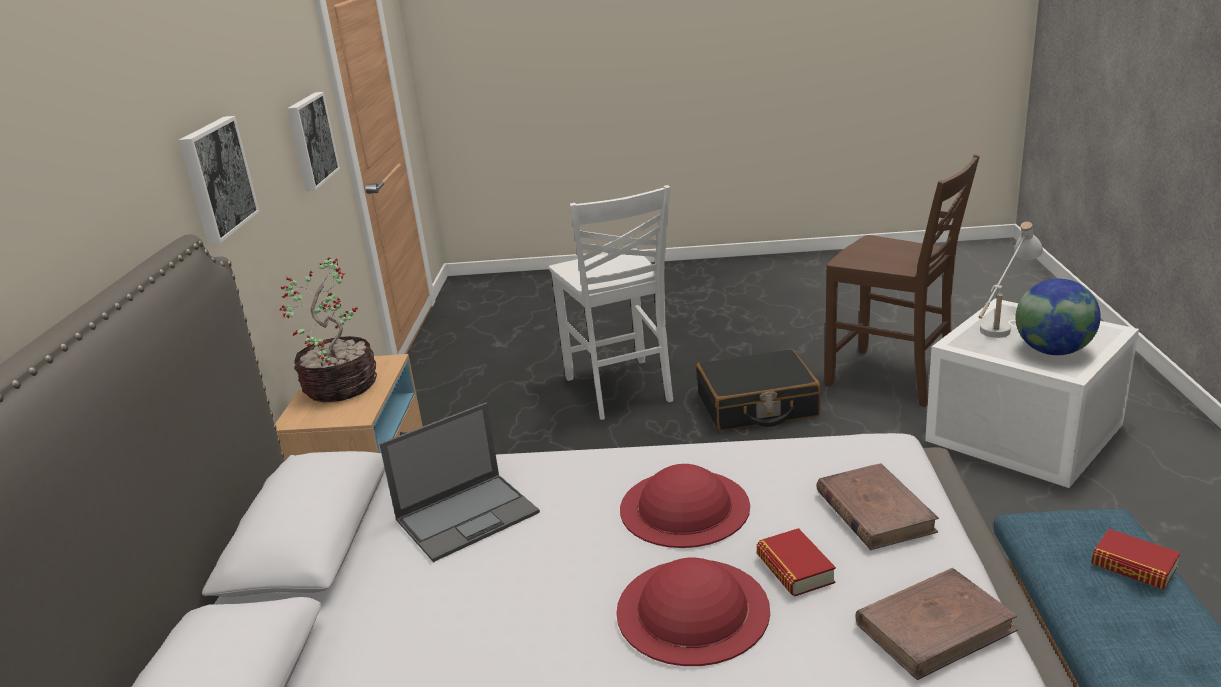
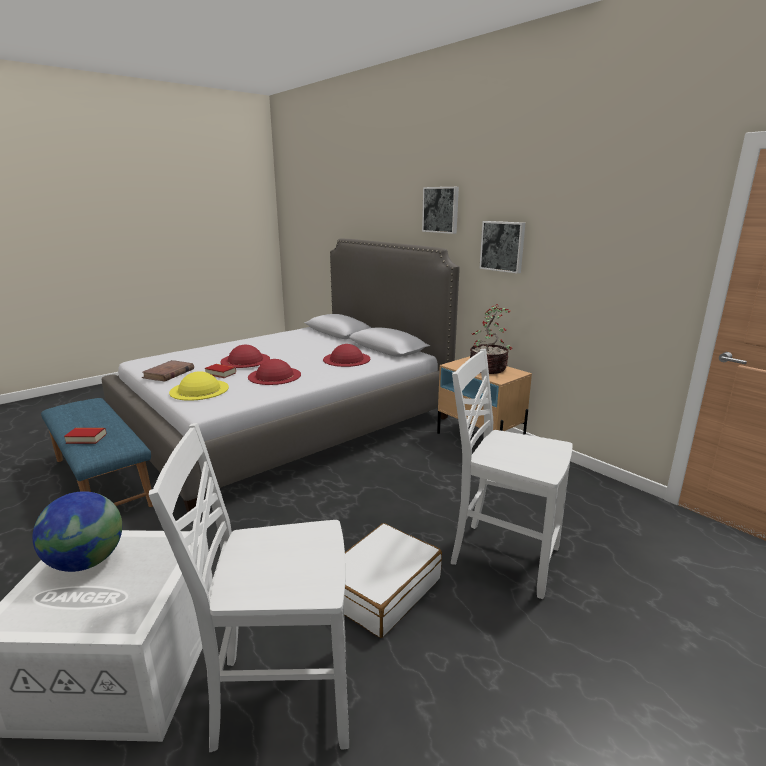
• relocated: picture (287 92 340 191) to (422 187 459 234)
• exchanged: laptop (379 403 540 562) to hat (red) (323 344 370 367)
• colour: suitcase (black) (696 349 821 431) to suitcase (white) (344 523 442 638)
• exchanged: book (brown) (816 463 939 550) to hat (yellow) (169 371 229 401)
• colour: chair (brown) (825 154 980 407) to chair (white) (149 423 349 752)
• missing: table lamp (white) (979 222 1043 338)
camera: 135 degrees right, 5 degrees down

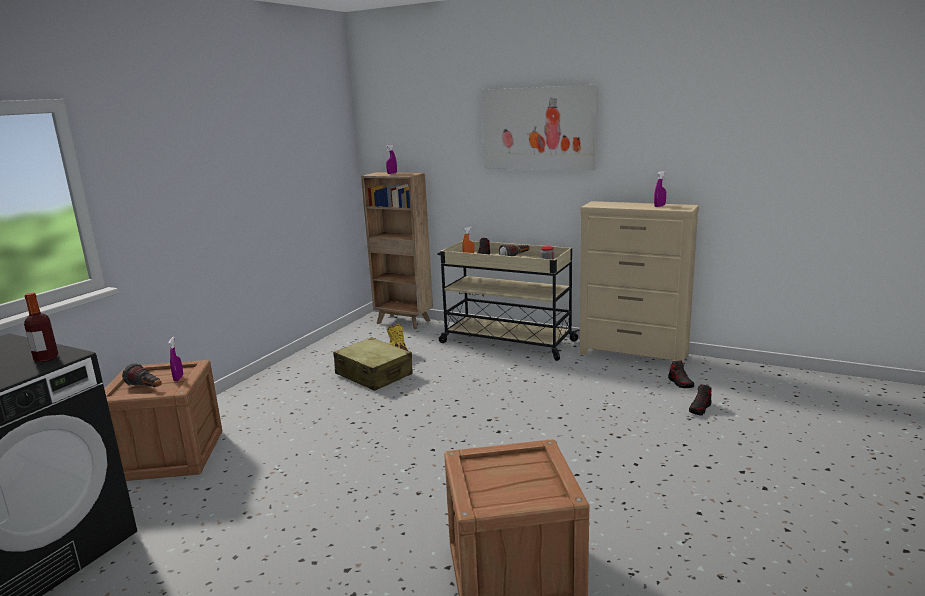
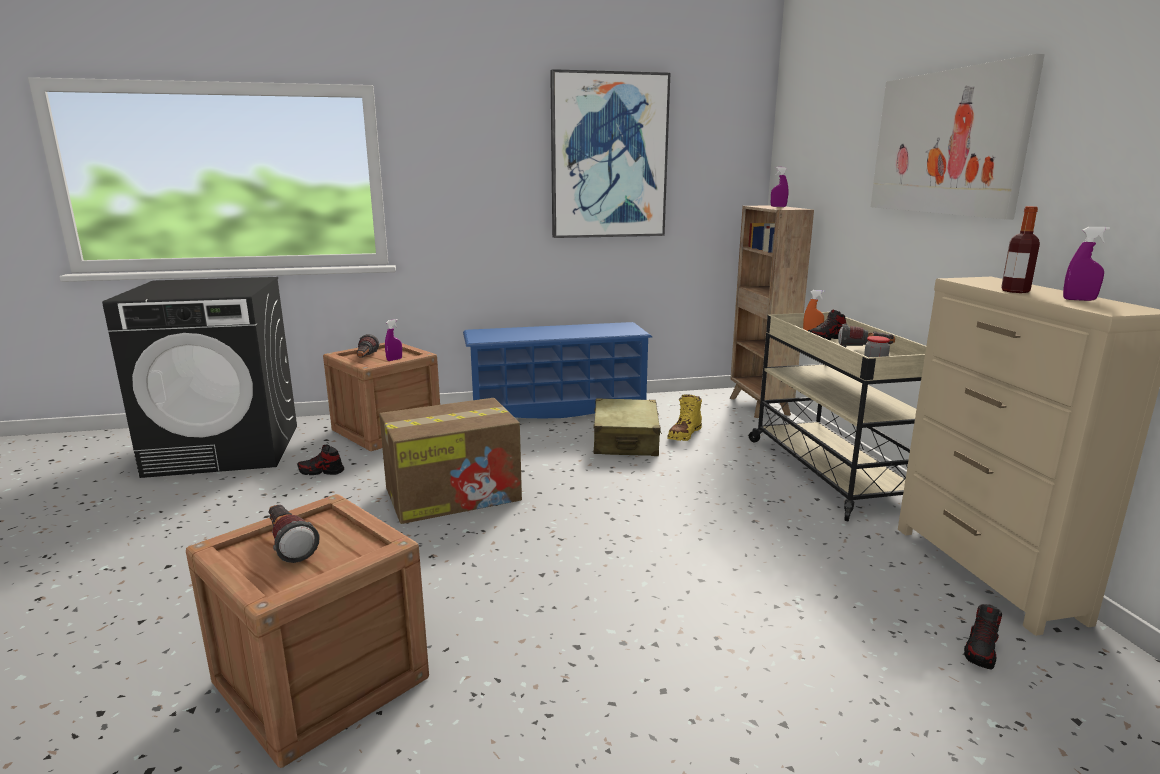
• relocated: bottle (24 293 58 362) to (1001 206 1040 293)
• relocated: shoe (689 384 712 415) to (297 445 344 475)
• appeared: flashlight (268 505 319 563)
• appeared: cardboard box (379 398 522 524)
• appeared: shoe rack (blue) (463 322 652 418)
• appeared: picture (550 69 670 238)
camera: 50 degrees right, 0 degrees up

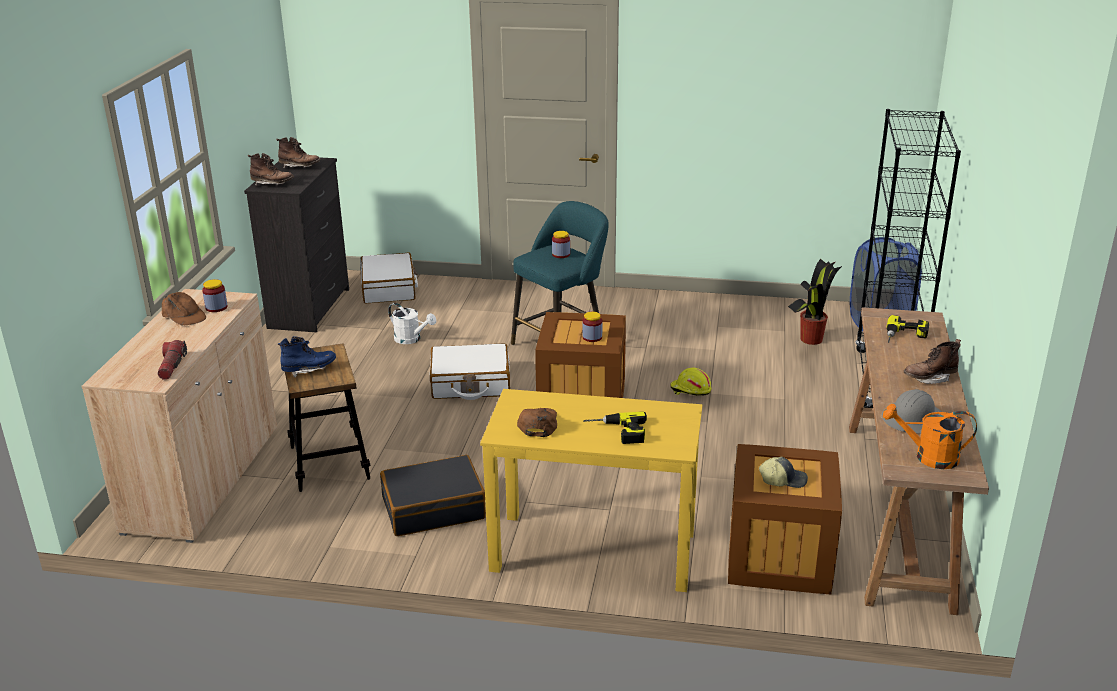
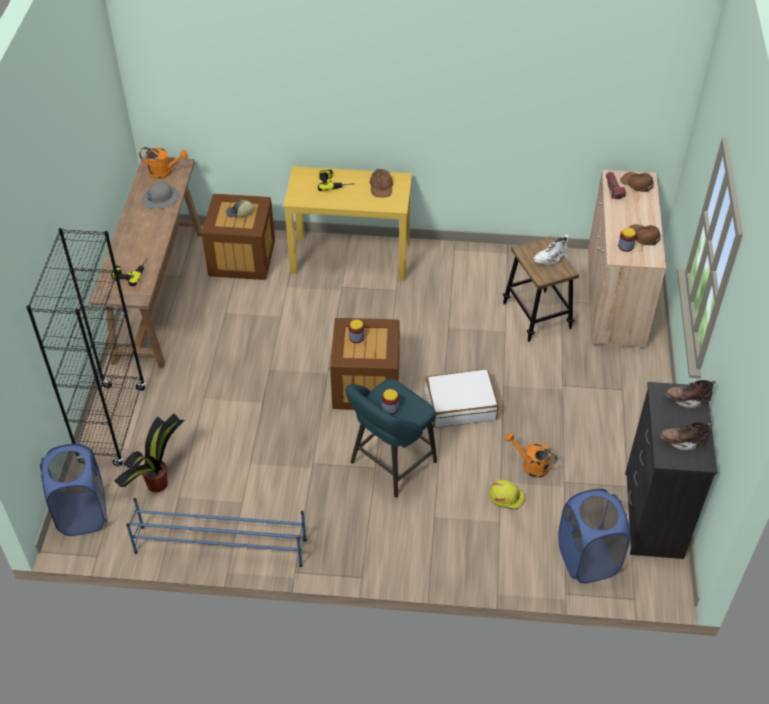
• colour: boot (blue) (278 336 336 378) to boot (white) (533 234 568 265)
• exchanged: suitcase (white) (361 253 418 303) to laundry basket (blue) (558 489 630 583)
• missing: suitcase (black) (380 455 486 536)
• colour: watering can (white) (388 303 436 344) to watering can (orange) (505 432 557 478)
• relocated: hard hat (yellow) (670 368 711 396) to (489 479 525 510)
• missing: boot (brown) (904 339 961 384)
• appeared: shoe rack (blue) (126 498 307 567)
• appeared: cap (brown) (620 172 654 192)
camera: 175 degrees right, 20 degrees up

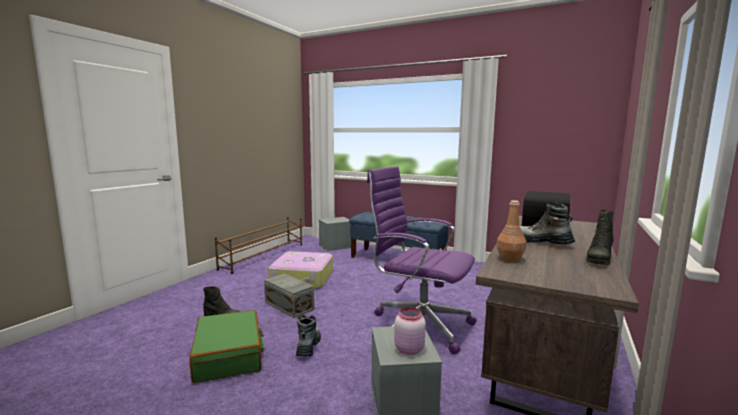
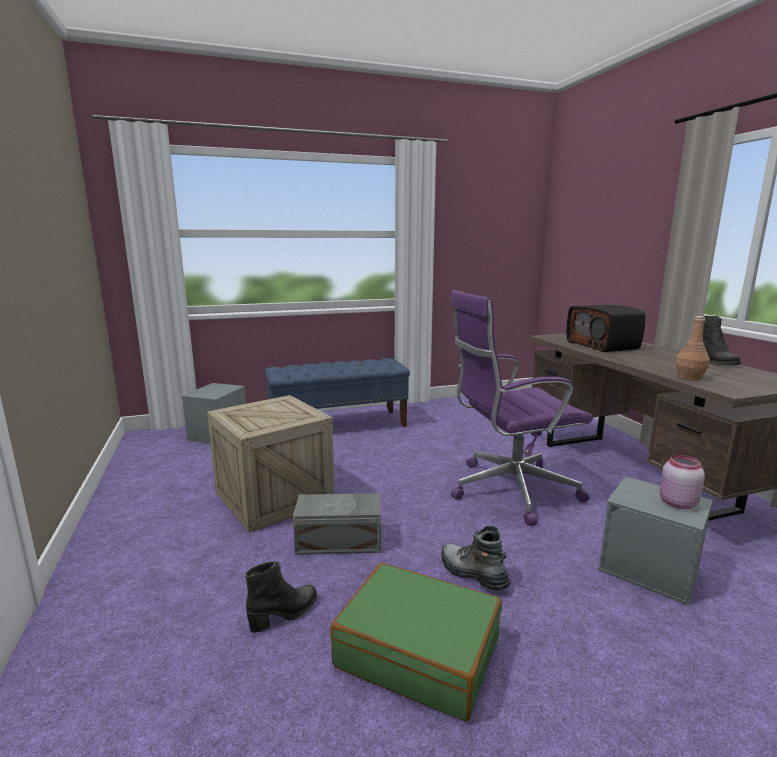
• missing: shoe rack (brown) (215 217 302 274)
• exchanged: suitcase (268 251 333 289) to crate (207 395 335 532)
• missing: boot (520 203 575 245)
camera: 45 degrees left, 5 degrees up

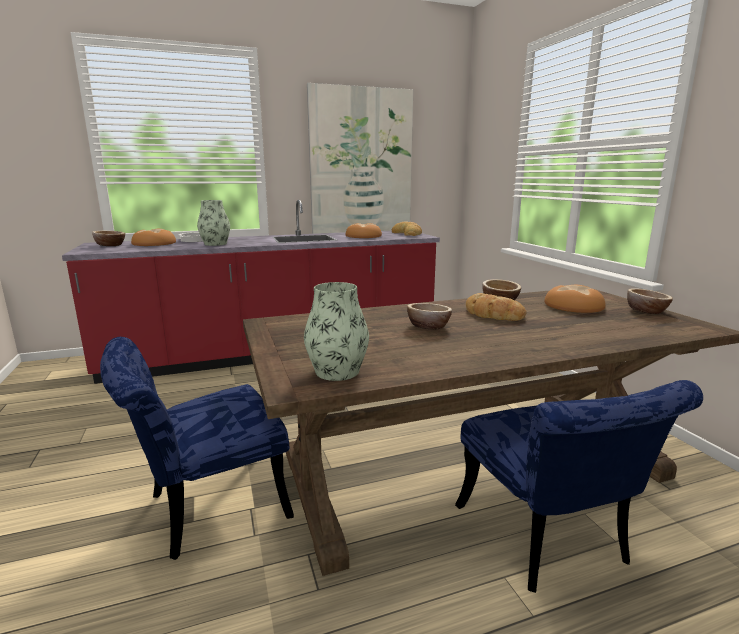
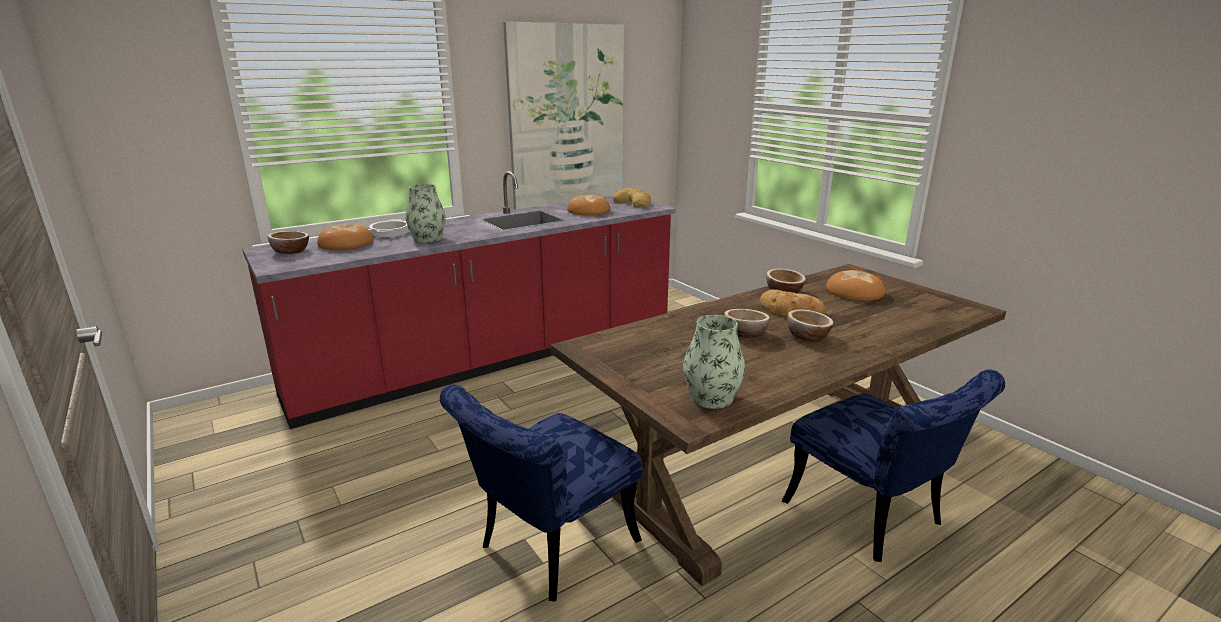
• relocated: bowl (627 288 673 314) to (787 309 834 341)
camera: 15 degrees left, 5 degrees up

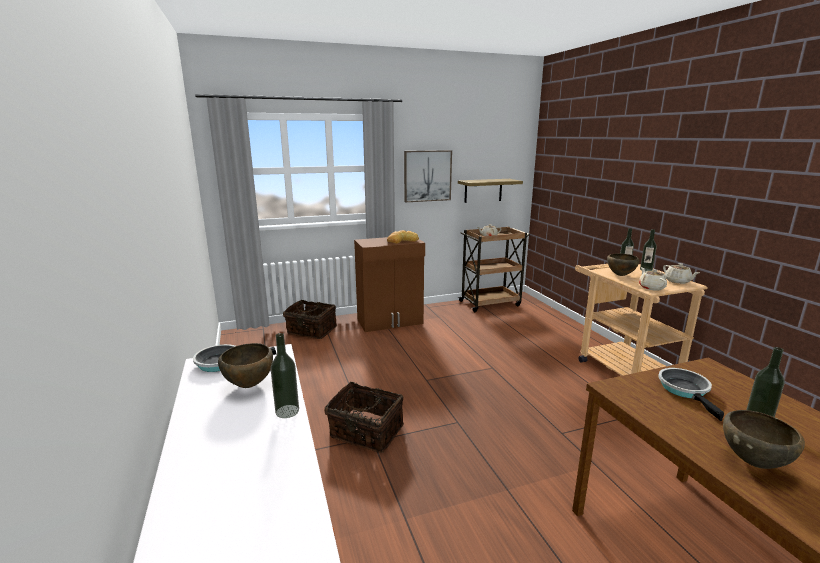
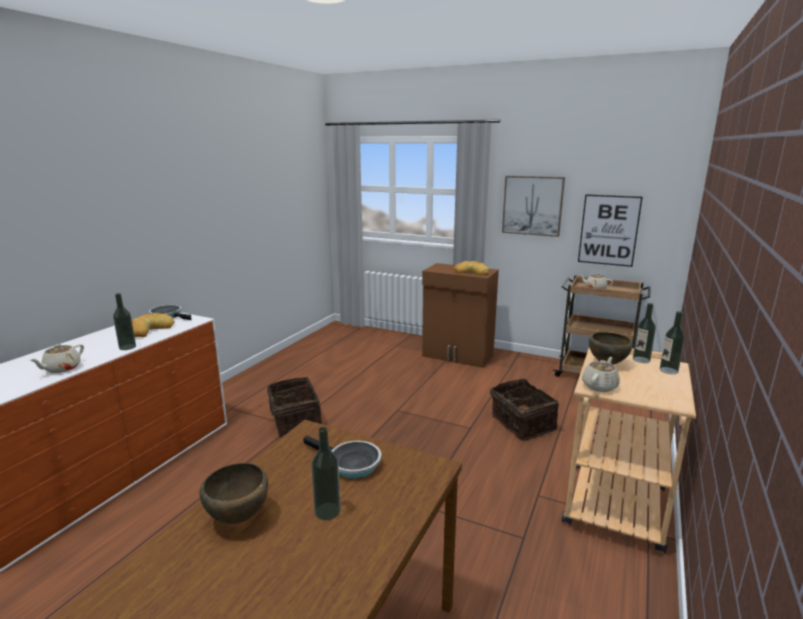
• exchanged: bowl (brown) (218 343 273 388) to bread (132 313 175 337)
• relocated: basket (283 300 337 339) to (490 379 559 441)
• exchanged: shelf (458 179 523 203) to picture (578 194 643 267)
• spun: frying pan (658 368 724 421) = (303 436 382 479) 75 degrees clockwise
• relocated: teapot (beige) (663 263 699 284) to (29 344 84 373)
camera: 45 degrees right, 0 degrees up

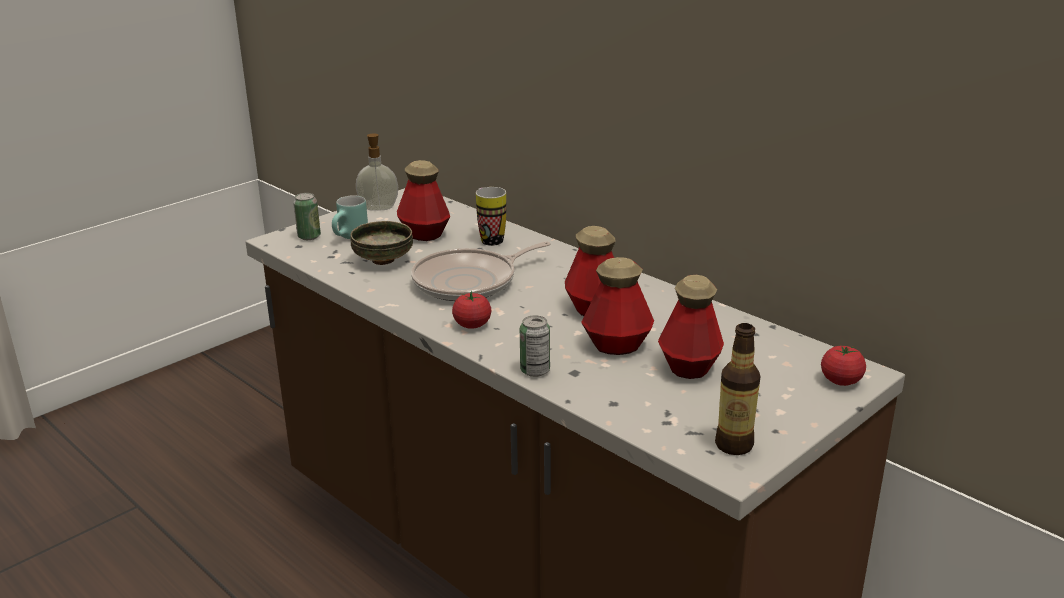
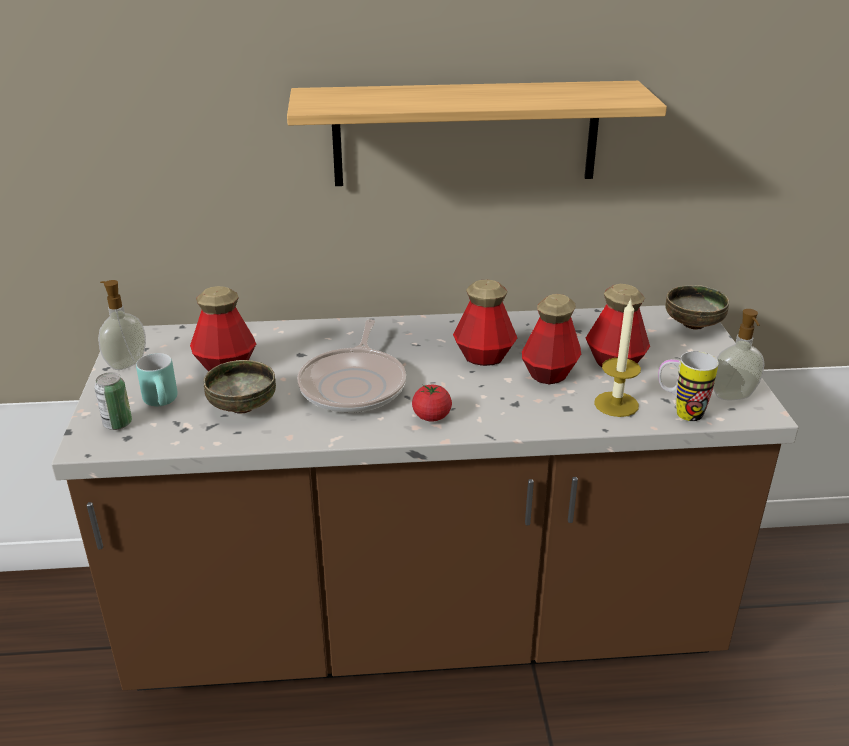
• relocated: mug (476 187 506 246) to (658 351 719 421)
• missing: can (520 315 550 377)
• exchanged: bottle (715 323 760 455) to soap dispenser (713 309 765 400)
• exchanged: tomato (821 346 866 386) to bowl (665 285 729 330)
• appeared: shelf (287 81 667 186)
• appeared: candle (594 298 641 417)
camera: 50 degrees left, 5 degrees up

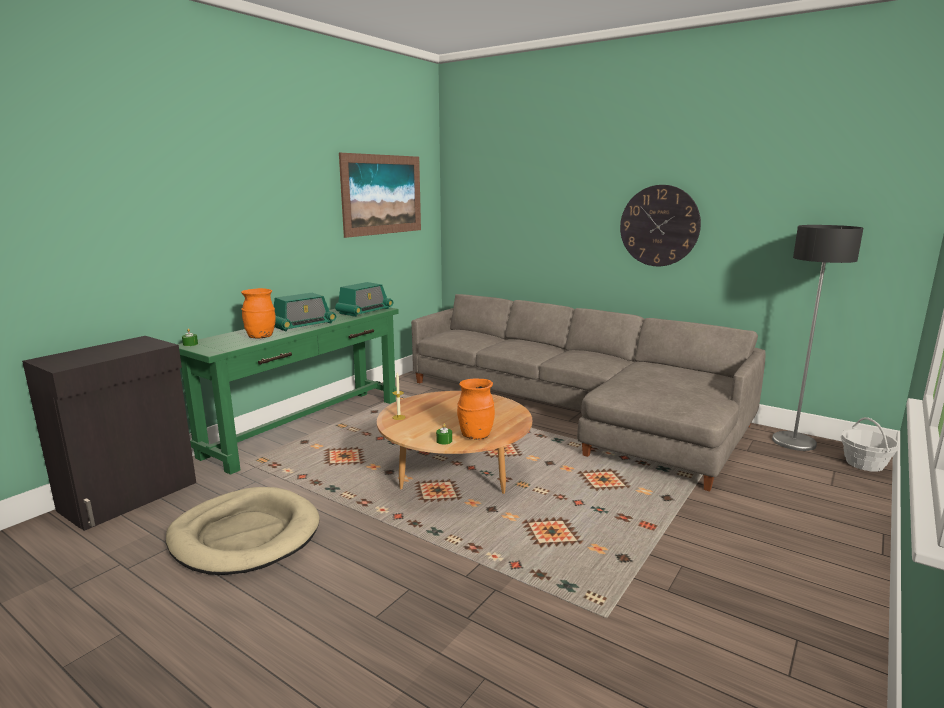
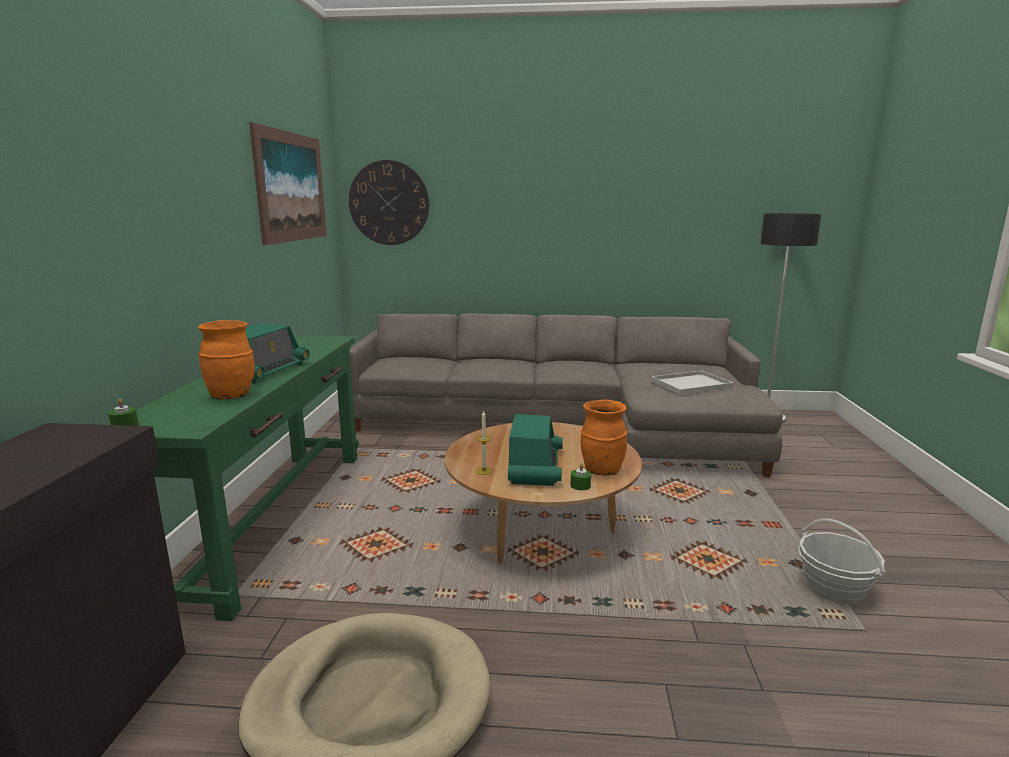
• relocated: radio (335 282 393 317) to (508 414 563 486)
• relocated: wall clock (620 185 701 266) to (349 160 429 245)
• relocated: basket (841 417 900 472) to (798 518 886 605)
• appeared: tray (white) (651 371 734 395)
camera: 30 degrees left, 0 degrees up

